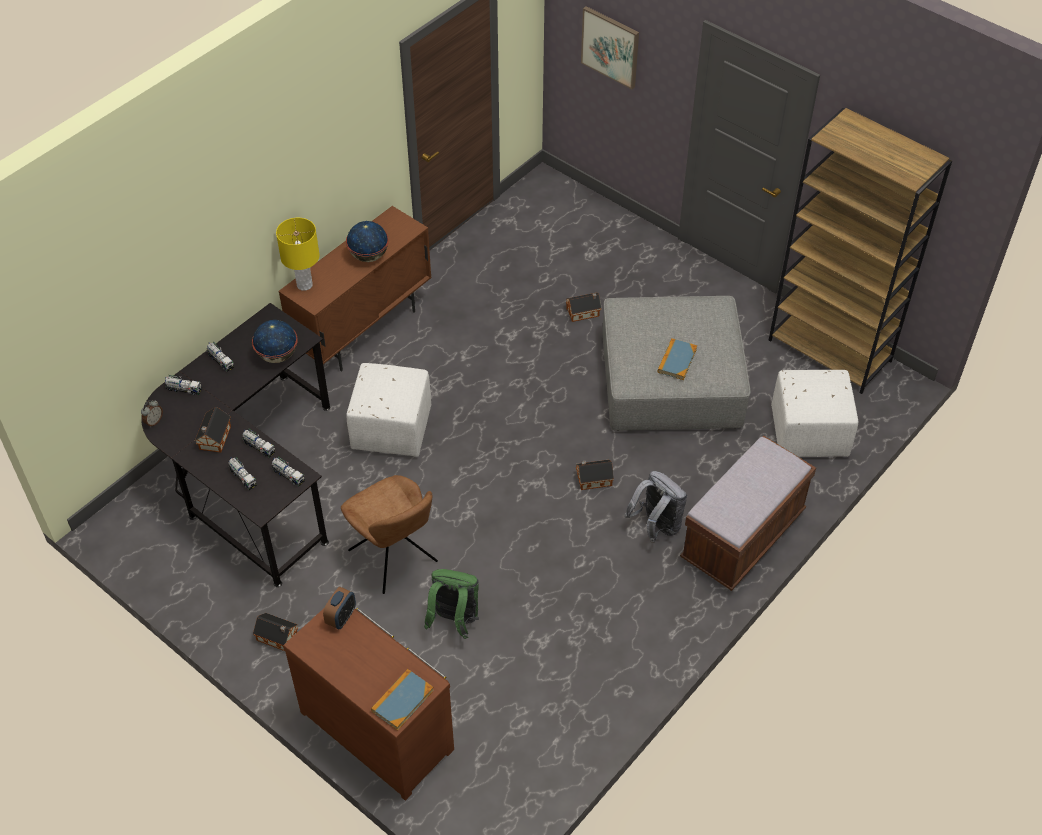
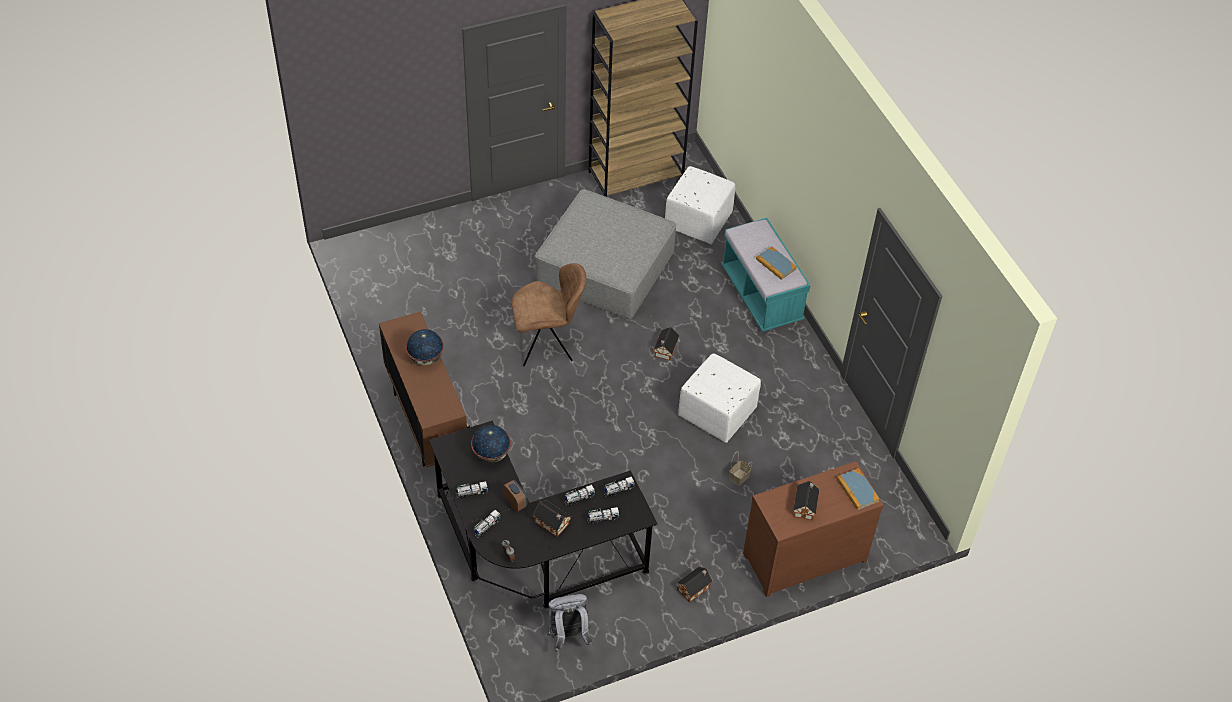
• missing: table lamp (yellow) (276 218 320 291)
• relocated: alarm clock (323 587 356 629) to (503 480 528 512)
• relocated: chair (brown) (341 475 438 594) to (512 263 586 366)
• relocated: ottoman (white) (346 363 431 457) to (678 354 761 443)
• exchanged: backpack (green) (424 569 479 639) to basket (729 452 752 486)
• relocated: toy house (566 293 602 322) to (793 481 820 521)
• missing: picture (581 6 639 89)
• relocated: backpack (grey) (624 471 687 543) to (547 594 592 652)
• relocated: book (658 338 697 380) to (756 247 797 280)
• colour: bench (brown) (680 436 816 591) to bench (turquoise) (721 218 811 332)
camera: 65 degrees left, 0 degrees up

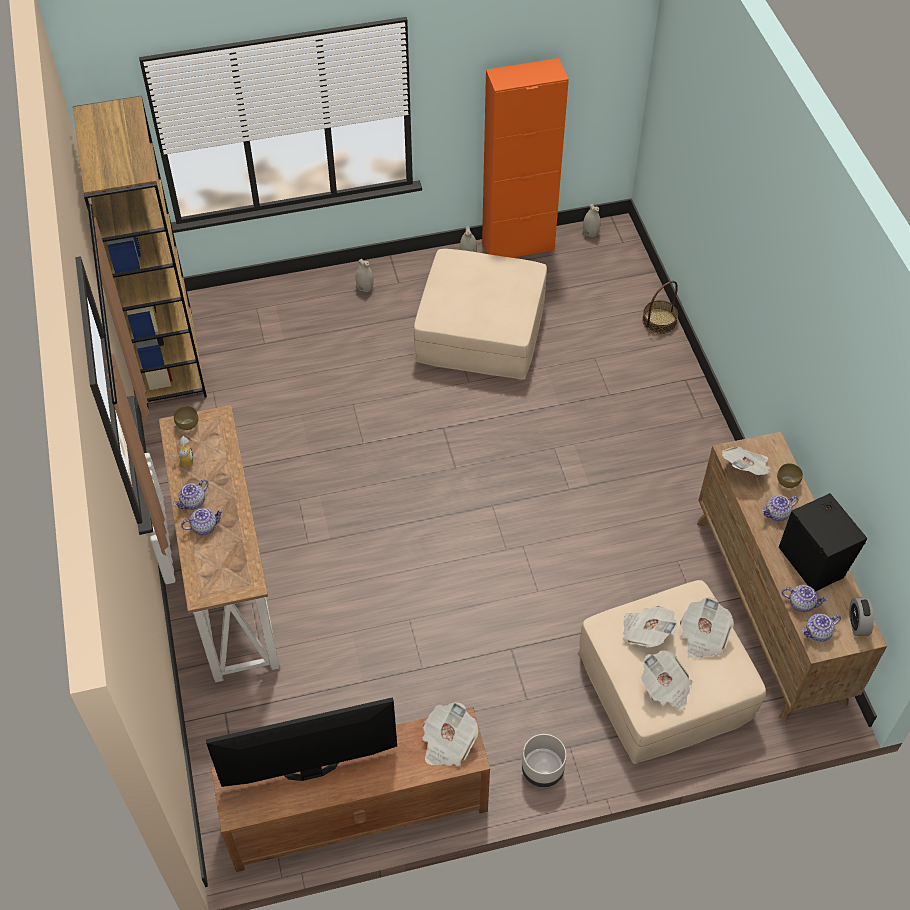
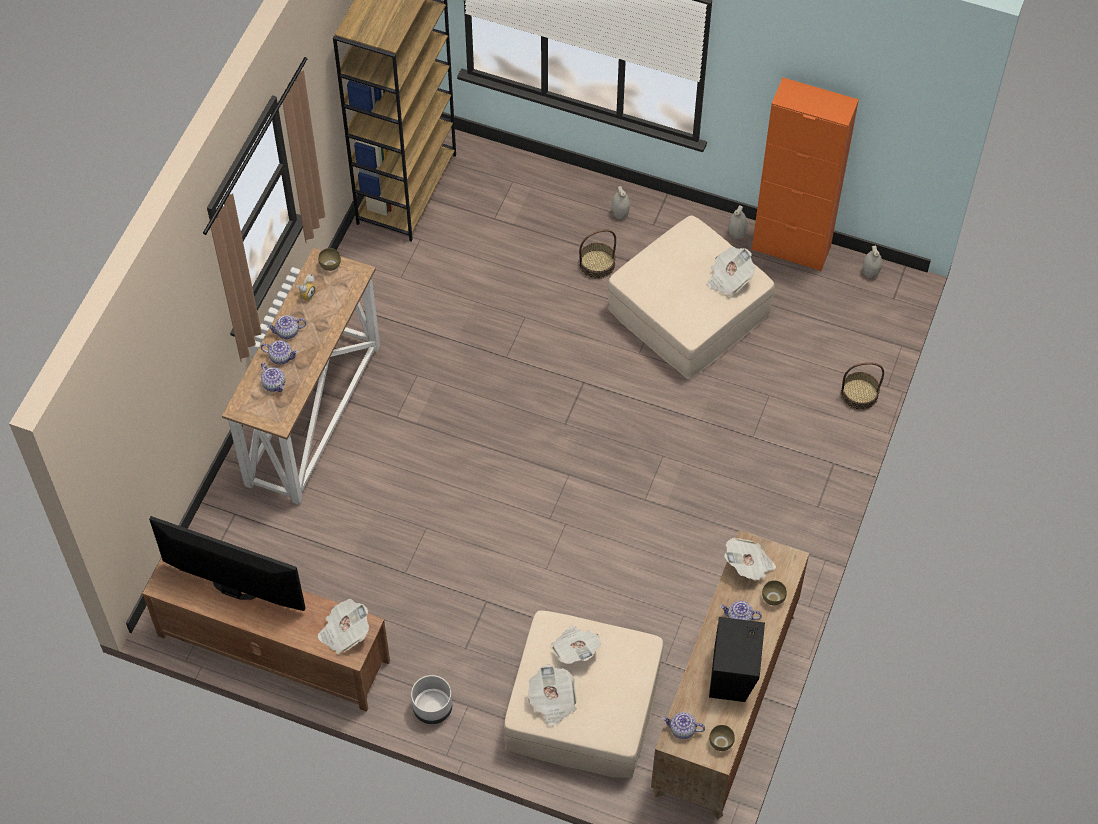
• relocated: newspaper (680 597 734 658) to (707 246 755 296)
• relocated: teapot (782 585 828 612) to (261 363 285 392)
• exchanged: alarm clock (849 597 874 636) to bowl (brown) (709 725 735 751)
• appeared: basket (579 229 616 279)
camera: 35 degrees right, 5 degrees up

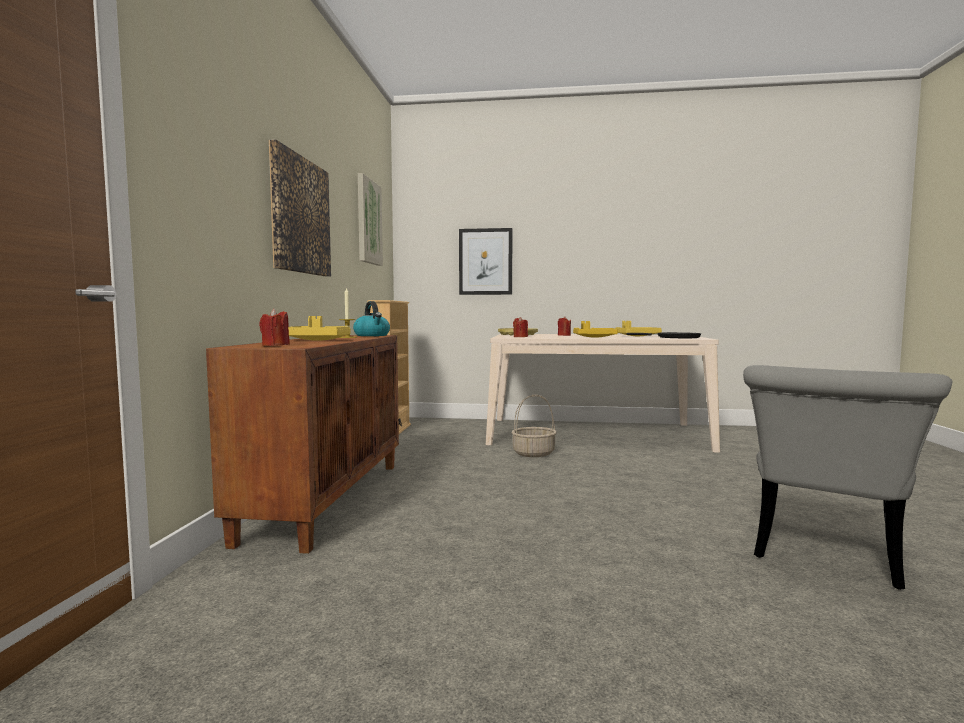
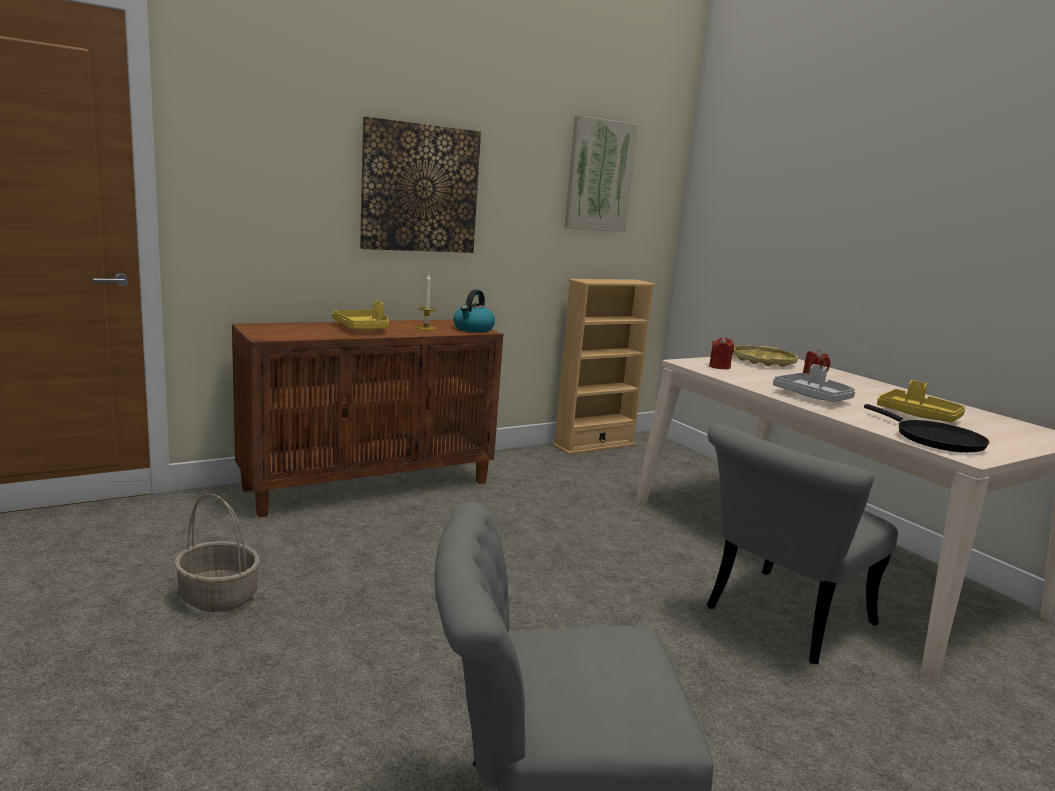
• missing: candle (red) (259 309 290 346)
• missing: picture (459 228 513 295)
• relocated: basket (512 394 557 457) to (174 494 260 612)
• colour: tray (yellow) (573 321 618 338) to tray (grey) (773 364 855 402)
• appeared: chair (grey) (707 424 898 664)
camera: 50 degrees right, 10 degrees up

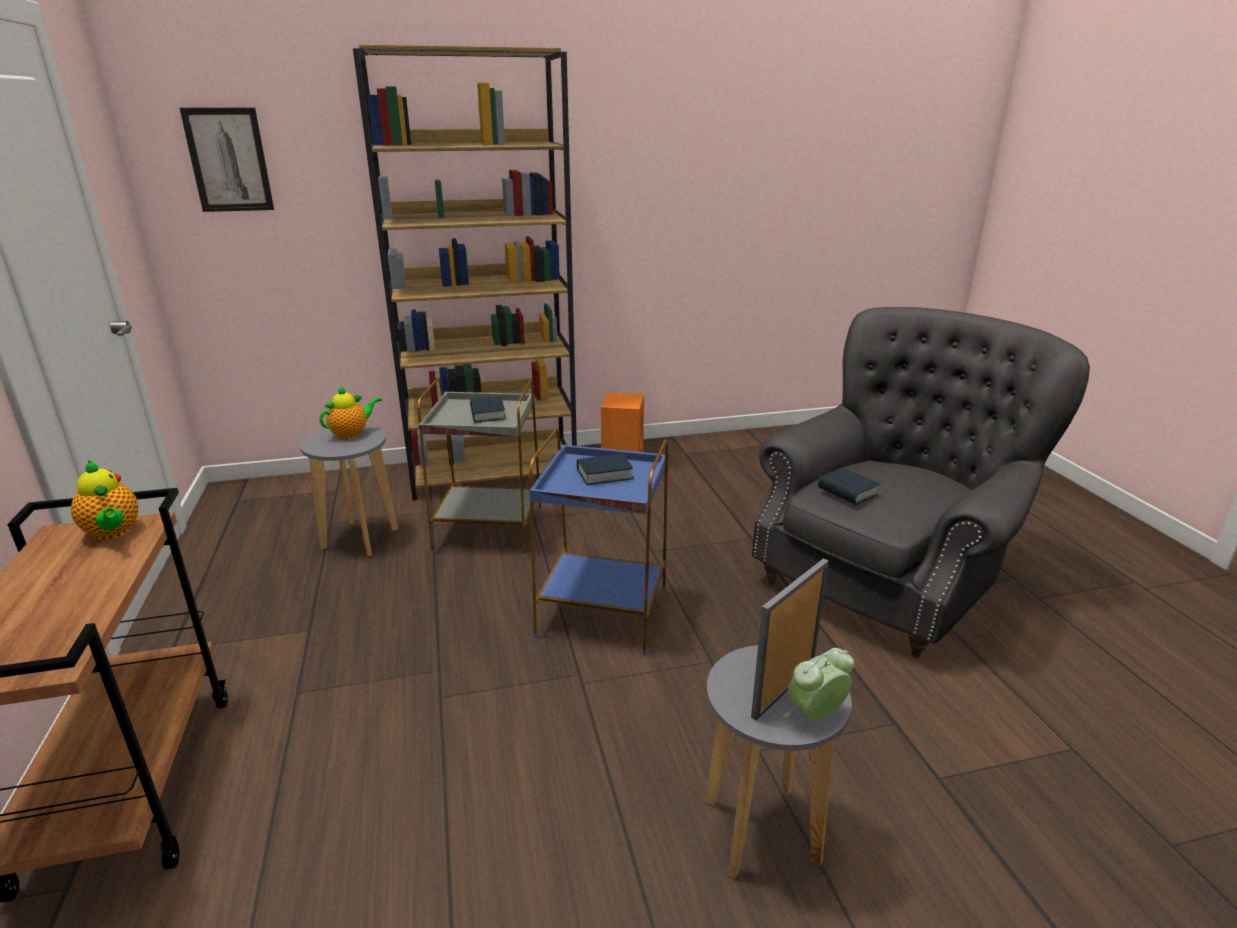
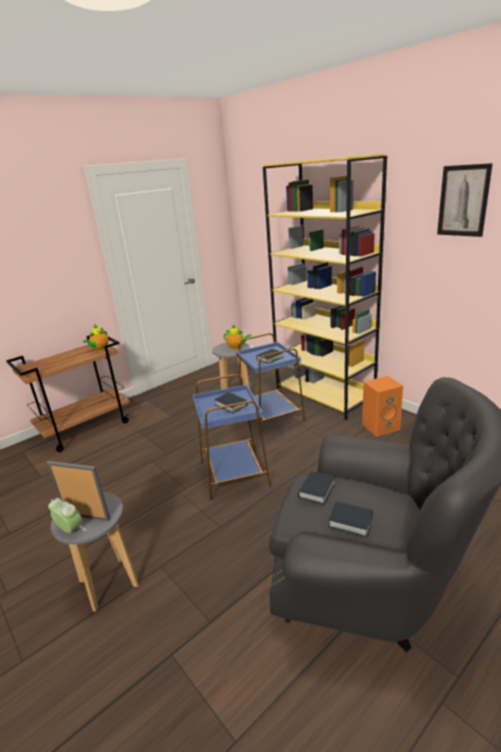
• relocated: picture (179 107 274 212) to (437 163 493 237)
• colour: bookcase (brown) (353 44 577 500) to bookcase (yellow) (263 154 387 420)
• colour: side table (grey) (417 377 542 558) to side table (blue) (236 333 305 437)
• appeared: book (328 501 373 537)
camera: 65 degrees right, 0 degrees up

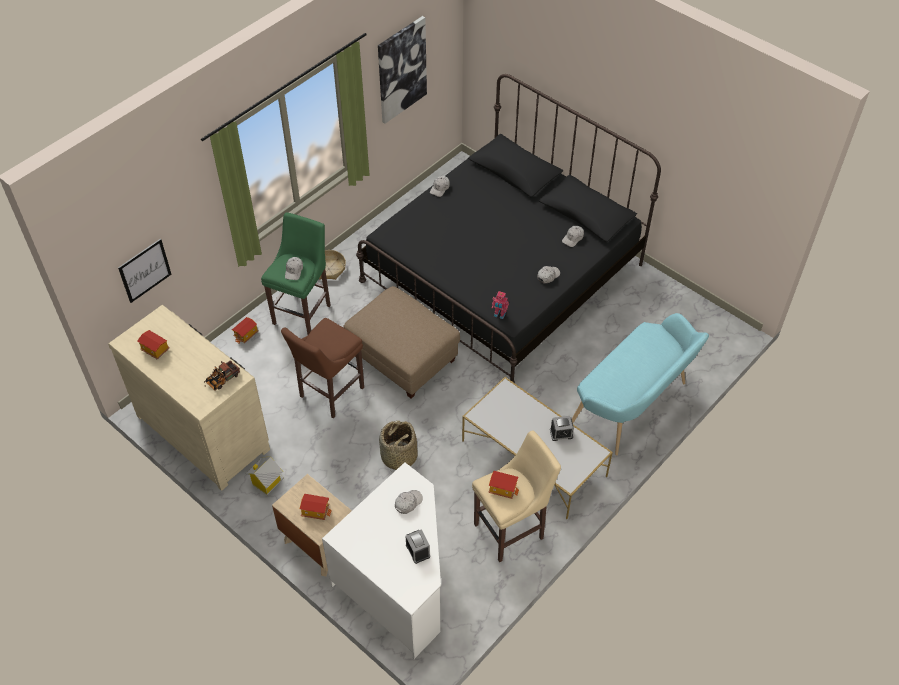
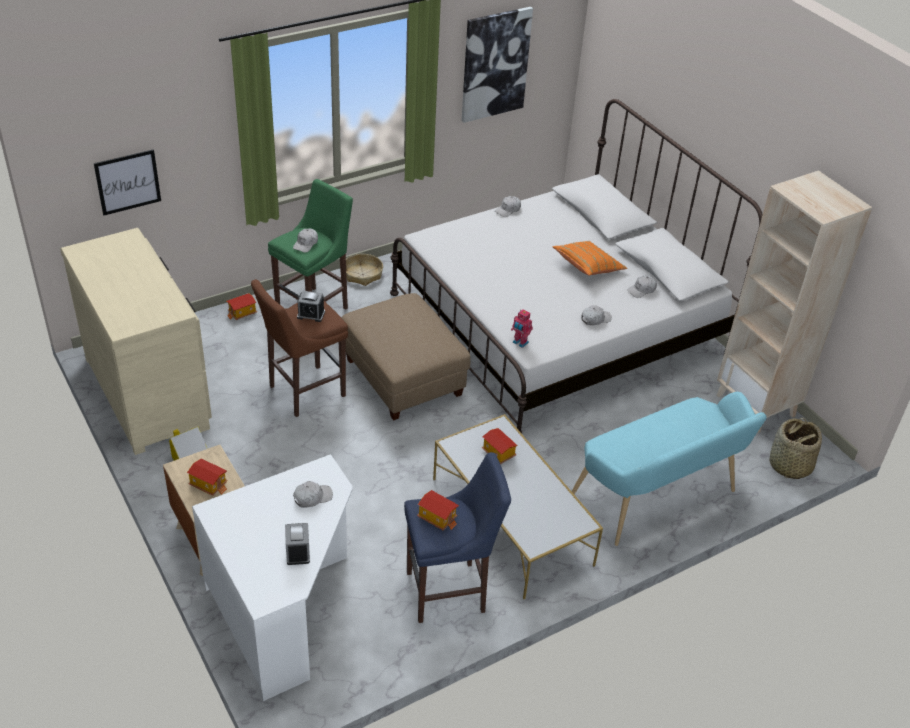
• relocated: toy house (137 330 170 360) to (482 428 517 464)
• missing: toy truck (204 360 240 391)
• colour: bed (black) (356 74 661 383) to bed (white) (390 99 763 433)
• relocated: basket (379 420 418 473) to (769 418 822 479)
• colour: stool (beige) (472 430 561 562) to stool (blue) (404 452 511 623)
• relocated: alarm clock (550 416 574 441) to (297 291 325 322)
• appeared: pillow (orange) (553 241 627 276)
• appeared: bookcase (beige) (717 170 872 433)
camera: 15 degrees right, 10 degrees down

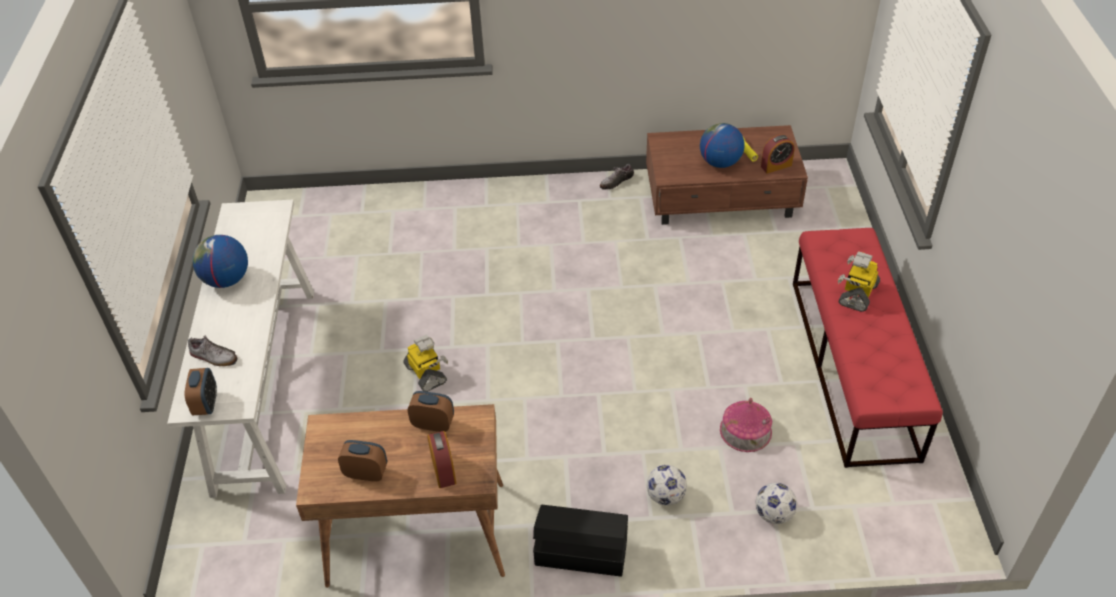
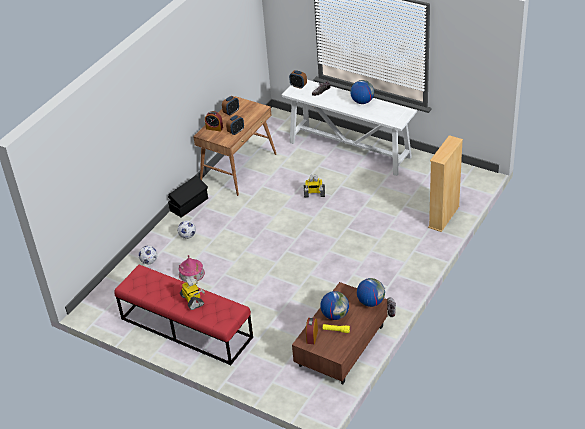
• appeared: globe (357 278 385 307)
• appeared: bookcase (beige) (428 135 463 232)
camera: 125 degrees right, 5 degrees down

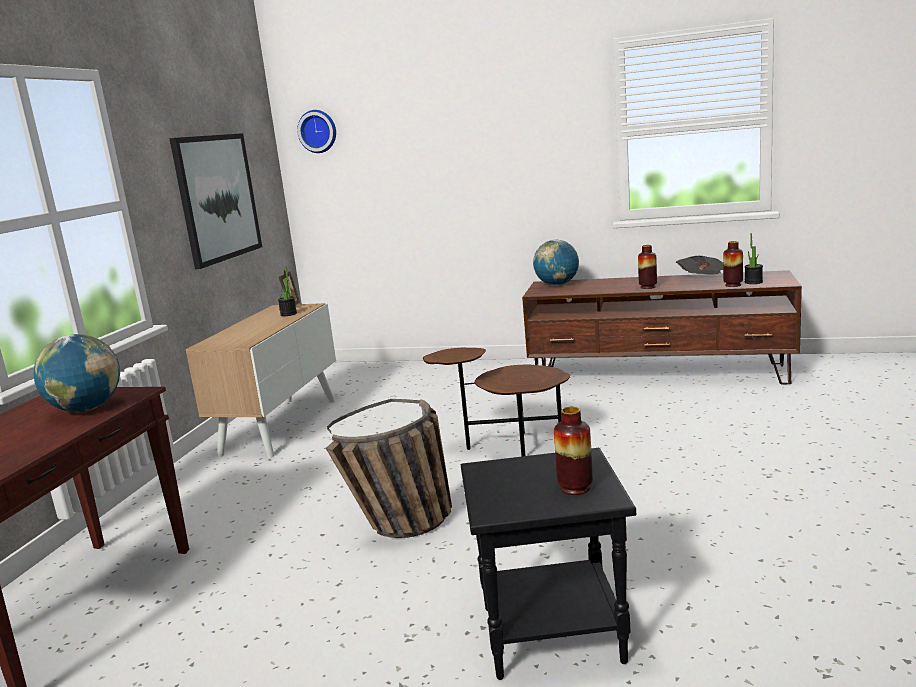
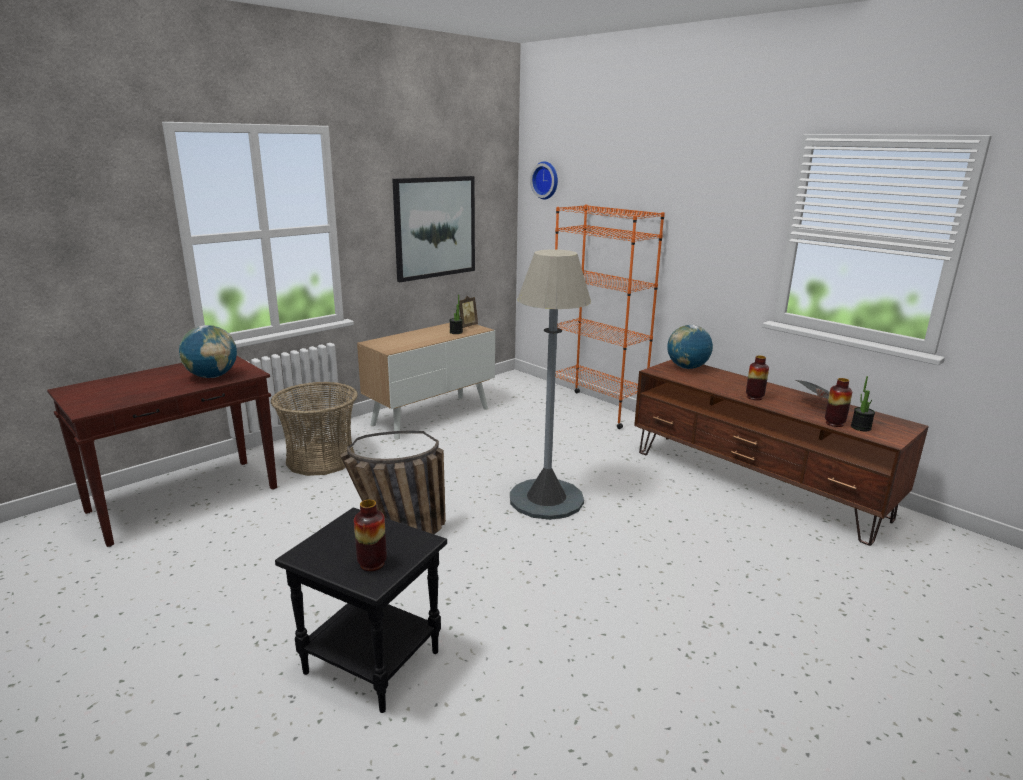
• exchanged: side table (brown) (423 348 570 456) to floor lamp (grey) (510 249 591 520)
• appeared: basket (271 382 358 476)
• appeared: bookcase (orange) (555 204 665 429)
camera: 30 degrees right, 5 degrees up

